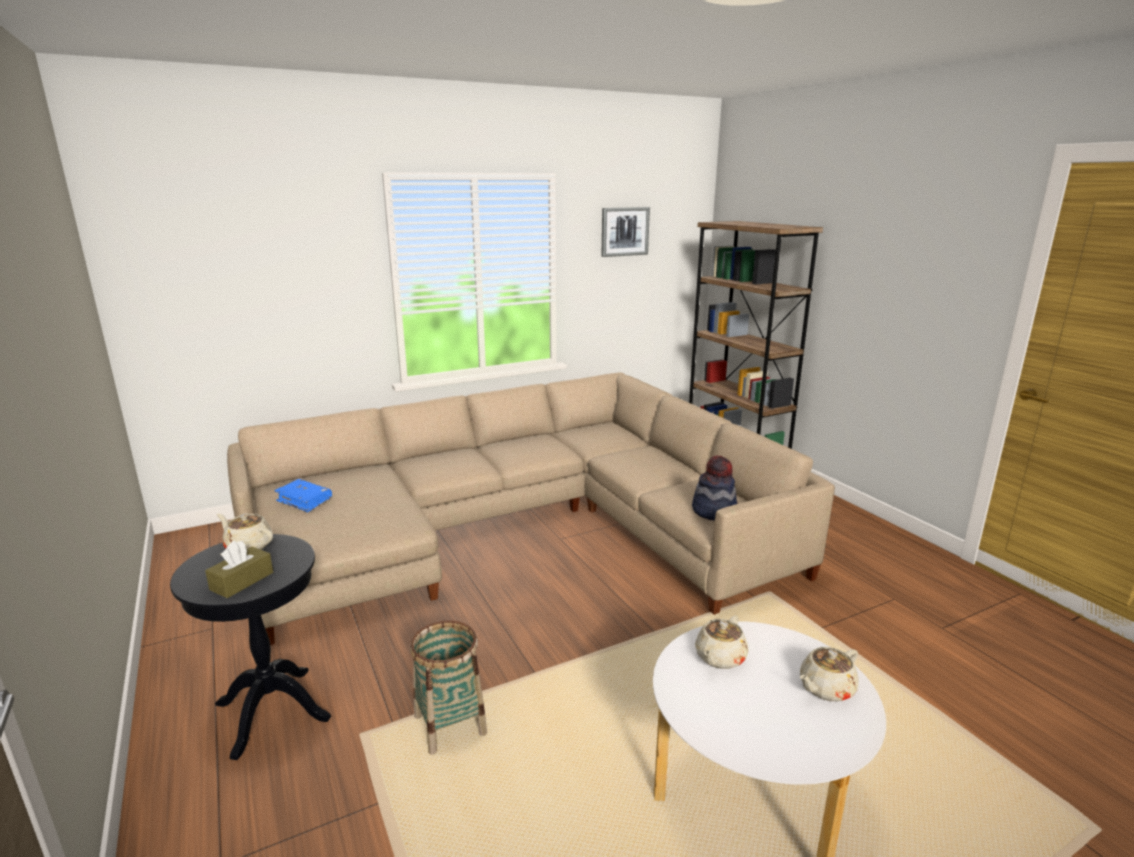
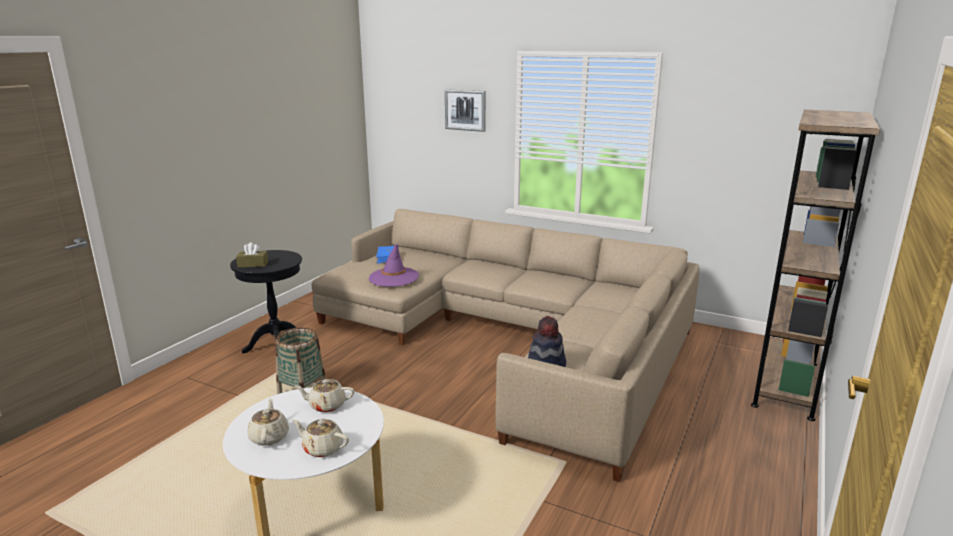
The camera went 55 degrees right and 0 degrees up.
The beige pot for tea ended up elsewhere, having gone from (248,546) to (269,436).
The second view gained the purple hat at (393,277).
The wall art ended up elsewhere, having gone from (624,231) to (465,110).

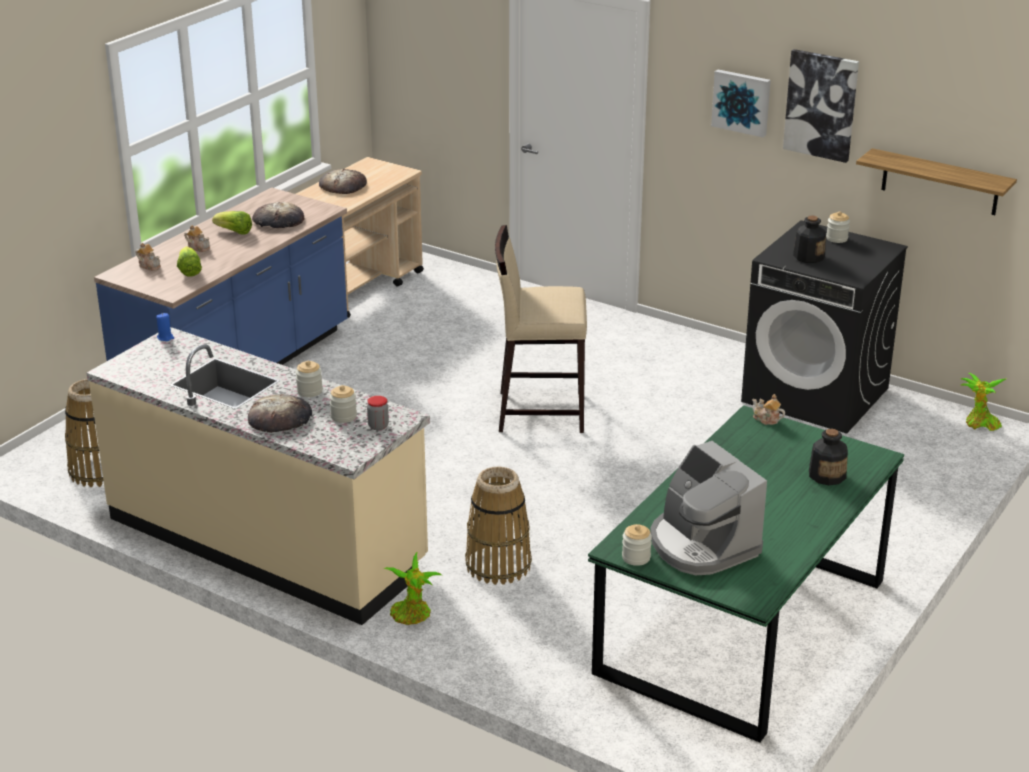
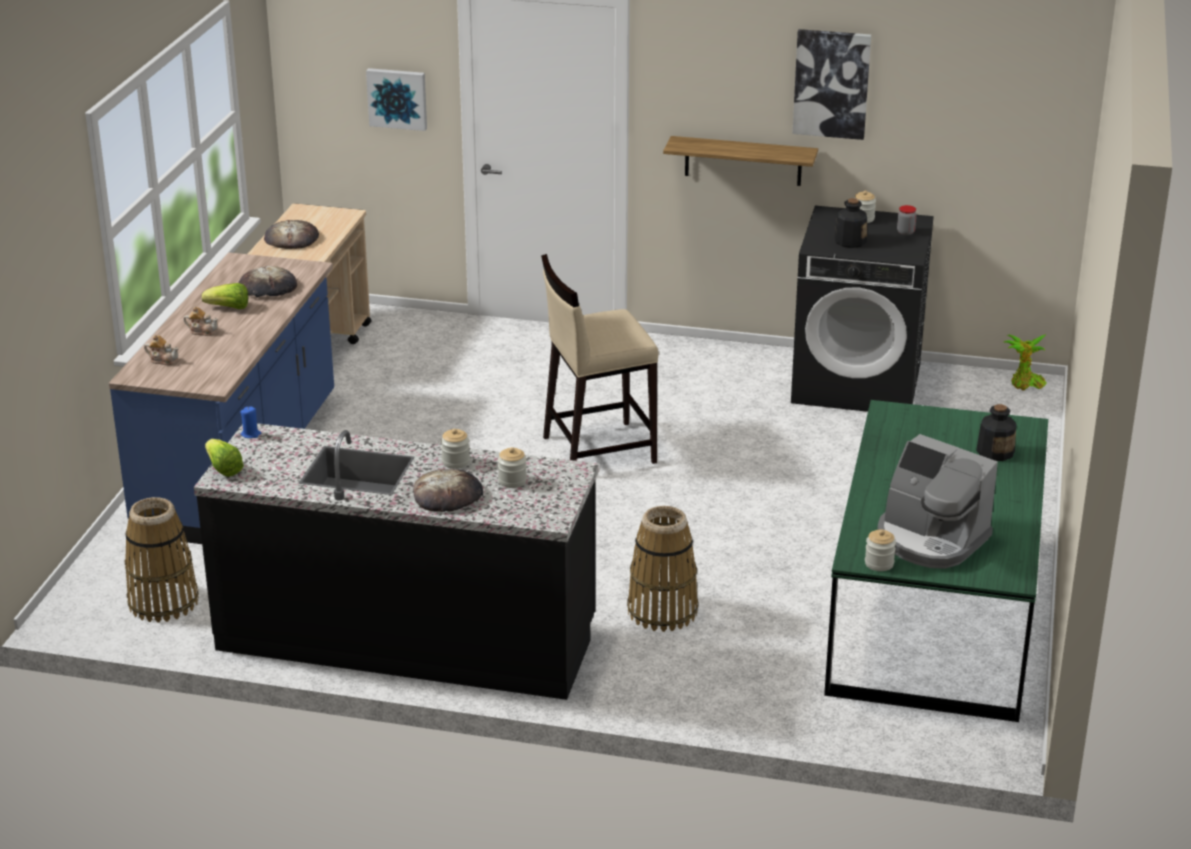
The camera went 20 degrees left and 0 degrees up.
What was the beige counter at (267,541) turned into the black-coloured counter at (407,638).
The lettuce ended up elsewhere, having gone from (189,271) to (223,469).
The wall art ended up elsewhere, having gone from (742,102) to (397,98).
The shelf ended up elsewhere, having gone from (940,182) to (743,161).
The jar ended up elsewhere, having gone from (378,426) to (905,232).
The second view lost the plant in a pot at (412,616).
The second view lost the pot for tea at (766,419).

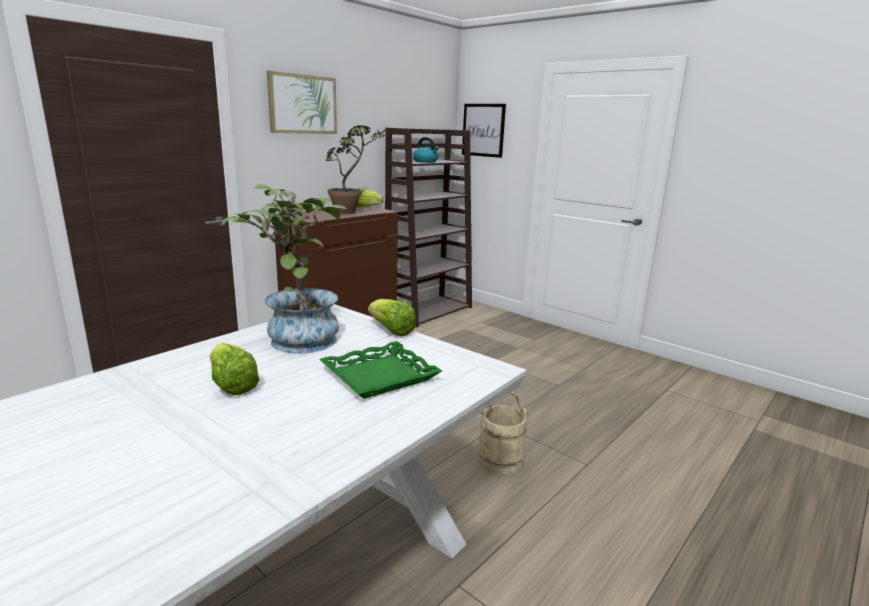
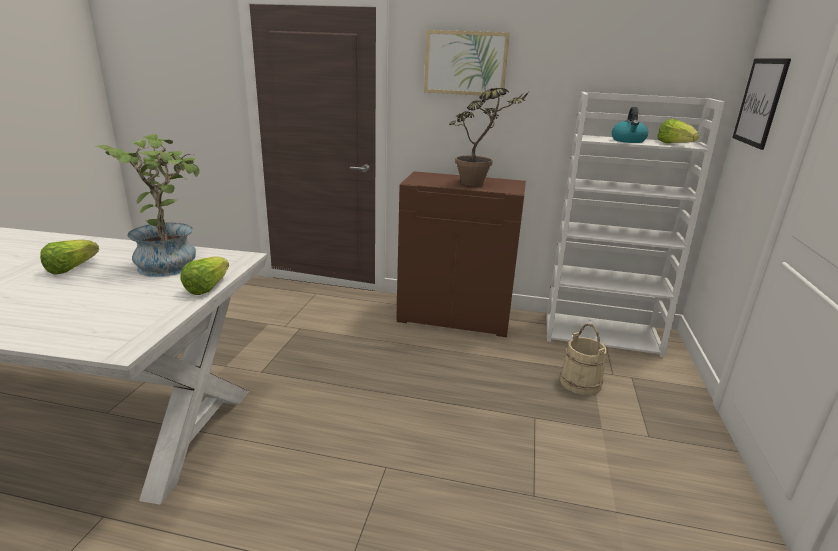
The camera went 60 degrees right and 5 degrees up.
What was the brownish bookcase at (429,311) turned into the whitish bookcase at (602,334).
The beige pail ended up elsewhere, having gone from (500,459) to (580,383).
The lettuce ended up elsewhere, having gone from (365,207) to (674,144).
The second view lost the greenish serving tray at (379,375).

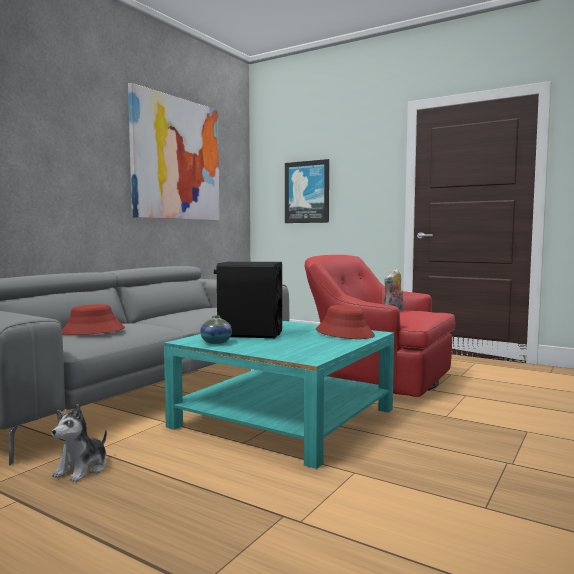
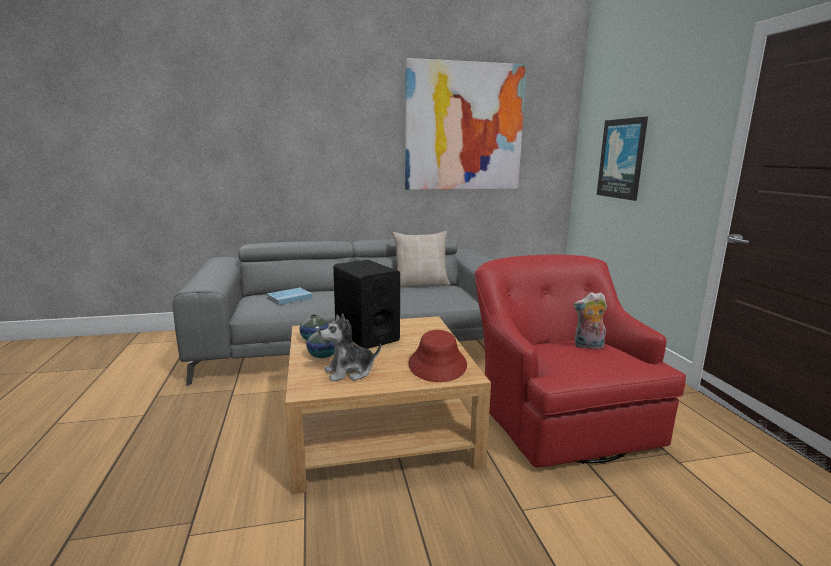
The camera went 45 degrees right and 10 degrees up.
Where the red-coloured hat stood at (92,331), the blue book came to stand at (289,298).
What was the blue-green low table at (284,418) turned into the beige low table at (379,426).
The second view gained the flower vase at (323,355).
The plush toy ended up elsewhere, having gone from (82,469) to (349,372).
The second view gained the beige throw pillow at (421,284).

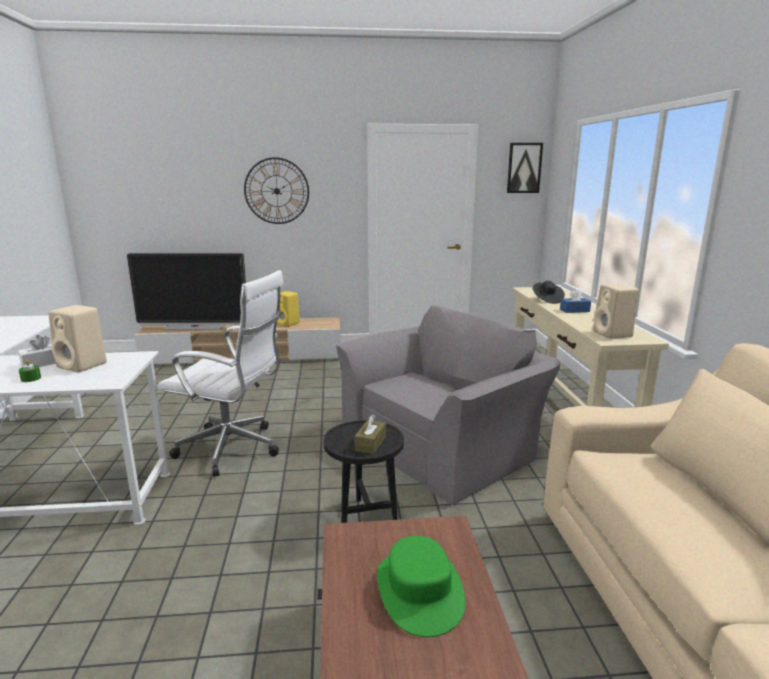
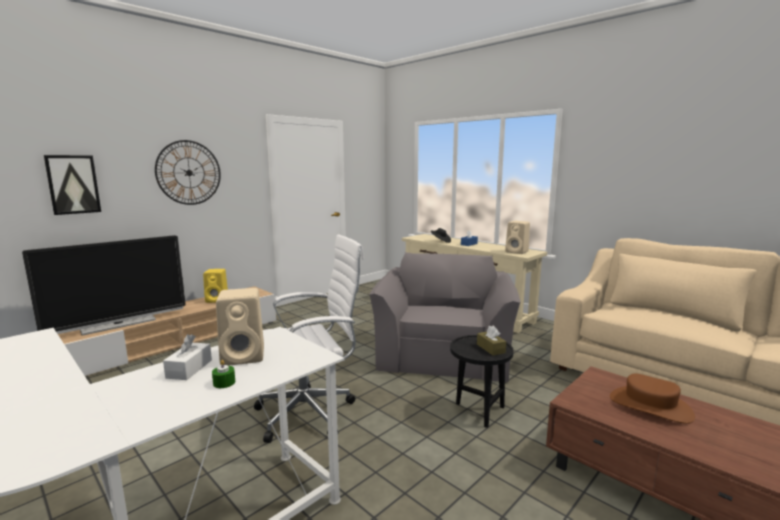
The camera went 40 degrees left and 5 degrees down.
The wall art ended up elsewhere, having gone from (524,168) to (73,184).
What was the greenish hat at (419,591) turned into the brownish hat at (650,406).

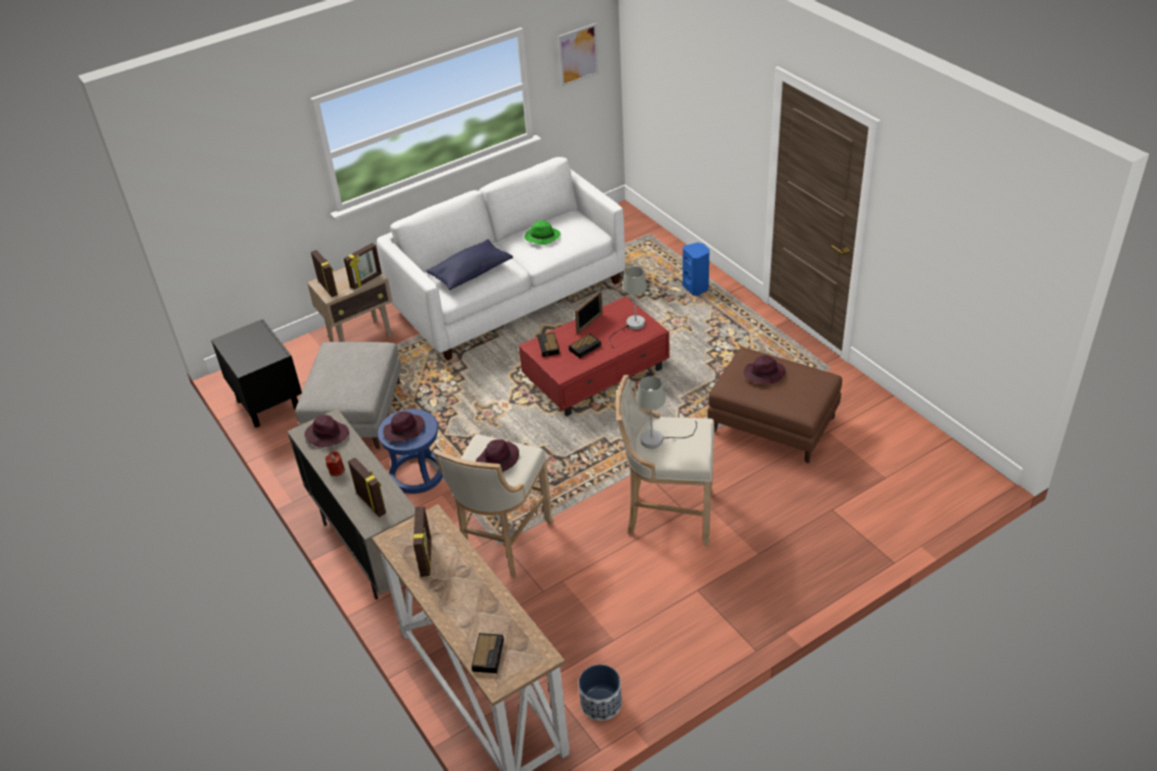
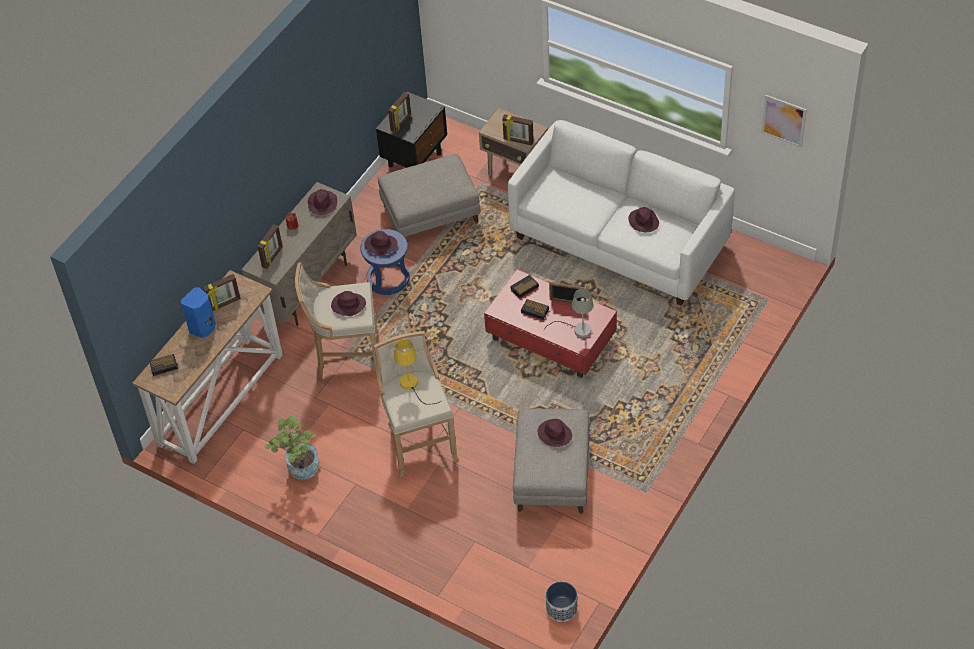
The camera went 65 degrees right and 10 degrees up.
The blue speaker ended up elsewhere, having gone from (696,288) to (203,328).
The second view gained the plant in a pot at (299,470).
The standing frame ended up elsewhere, having gone from (328,288) to (401,123).
What was the greyish table lamp at (658,439) turned into the yellow table lamp at (412,386).
What was the brownish pouffe at (771,424) turned into the greyish pouffe at (552,473).
The plant pot ended up elsewhere, having gone from (601,703) to (562,609).
What was the greenish hat at (541,237) turned into the purple hat at (643,221).
The second view lost the blue throw pillow at (470,273).

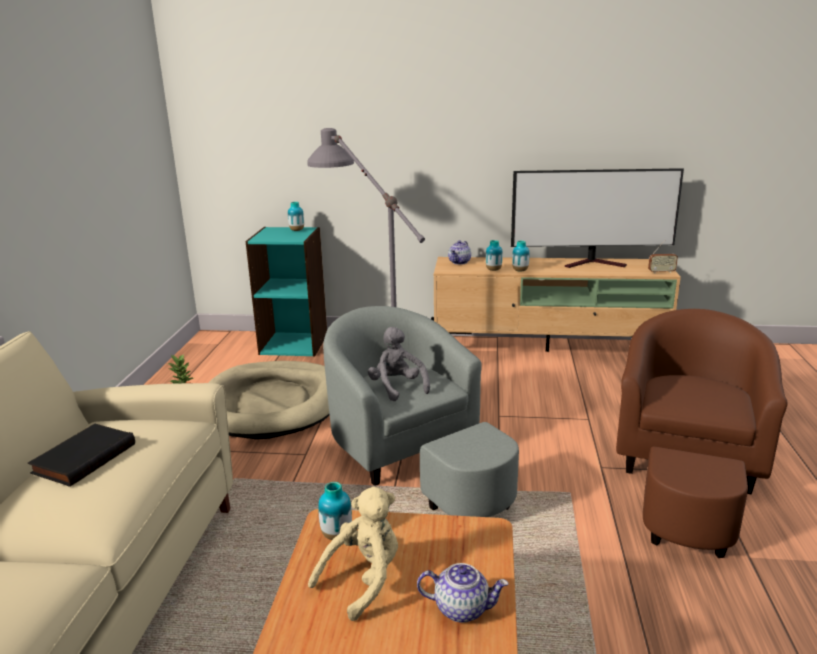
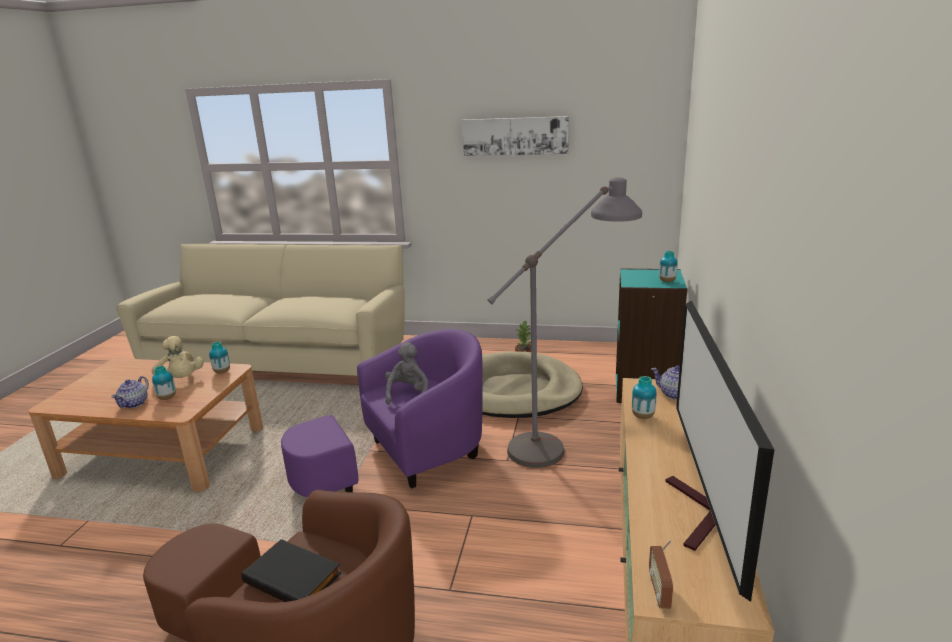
The camera went 95 degrees right and 0 degrees up.
The flower vase ended up elsewhere, having gone from (520,270) to (167,398).
The black-coloured book ended up elsewhere, having gone from (83,458) to (294,577).
What was the greyish armchair at (413,460) turned into the purple armchair at (404,459).
The greyish plush toy at (397,387) ended up facing another way, 60 degrees counterclockwise from before.
The second view gained the wall art at (515,136).

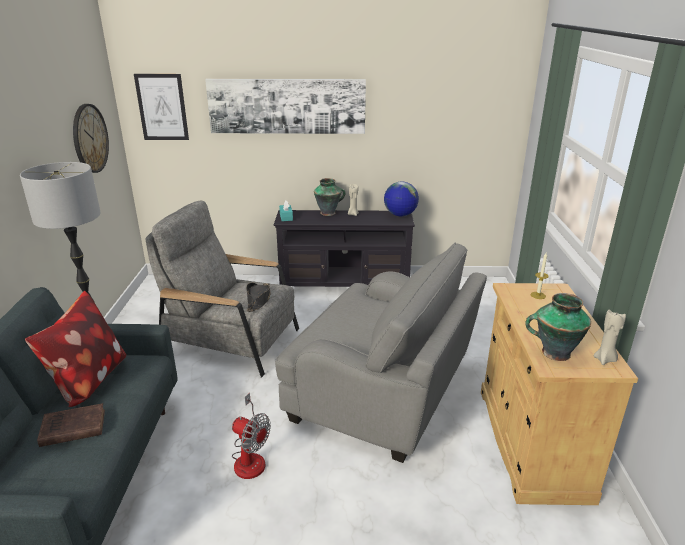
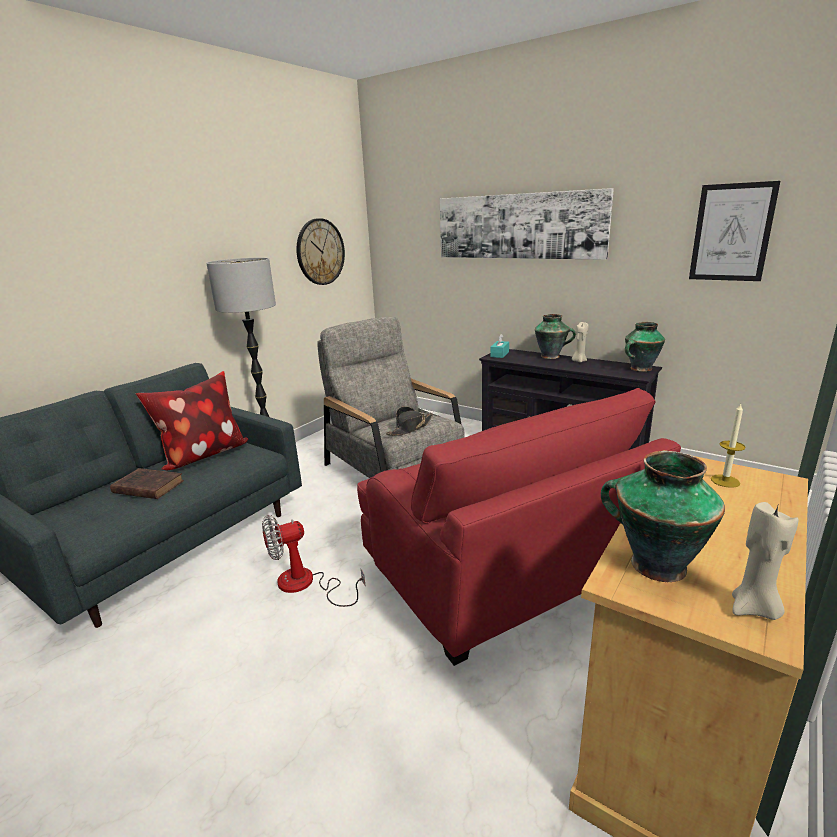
The camera went 35 degrees right and 5 degrees down.
The electric fan at (250,457) ended up facing another way, 90 degrees clockwise from before.
What was the greyish armchair at (383,394) turned into the red-coloured armchair at (502,575).
Where the desk globe stood at (400,215), the flower vase came to stand at (640,369).
The wall art ended up elsewhere, having gone from (162,107) to (731,233).

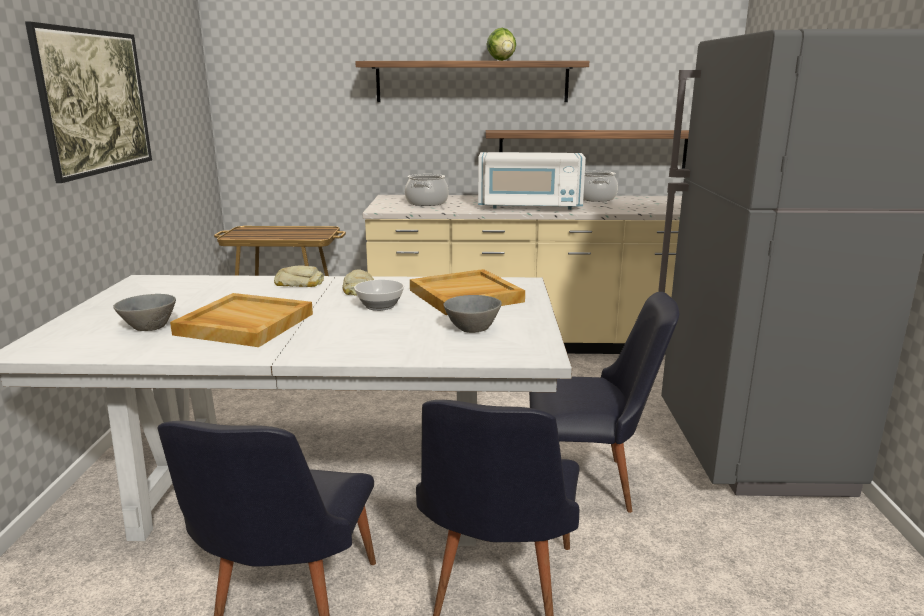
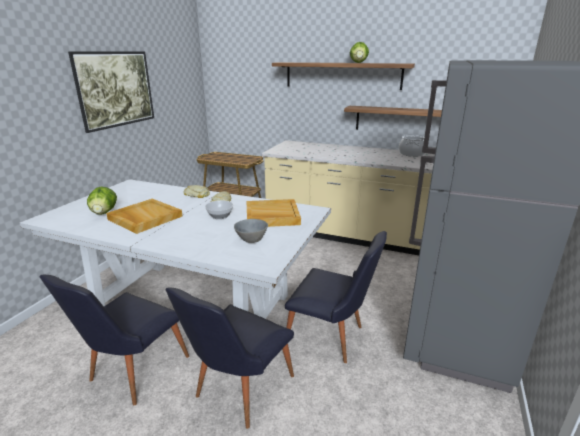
The camera went 20 degrees right and 5 degrees up.
Where the greyish deep dish stood at (150,326), the lettuce came to stand at (104,212).
The second view lost the stockpot at (426,203).
The second view lost the whitish kitchen microwave at (529,206).

